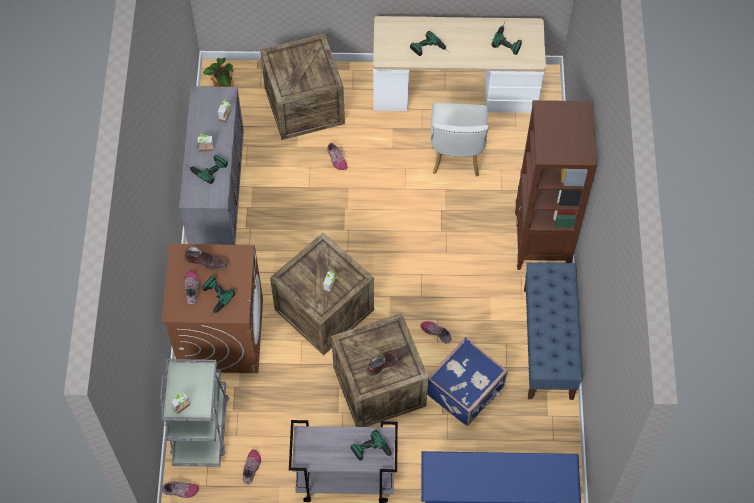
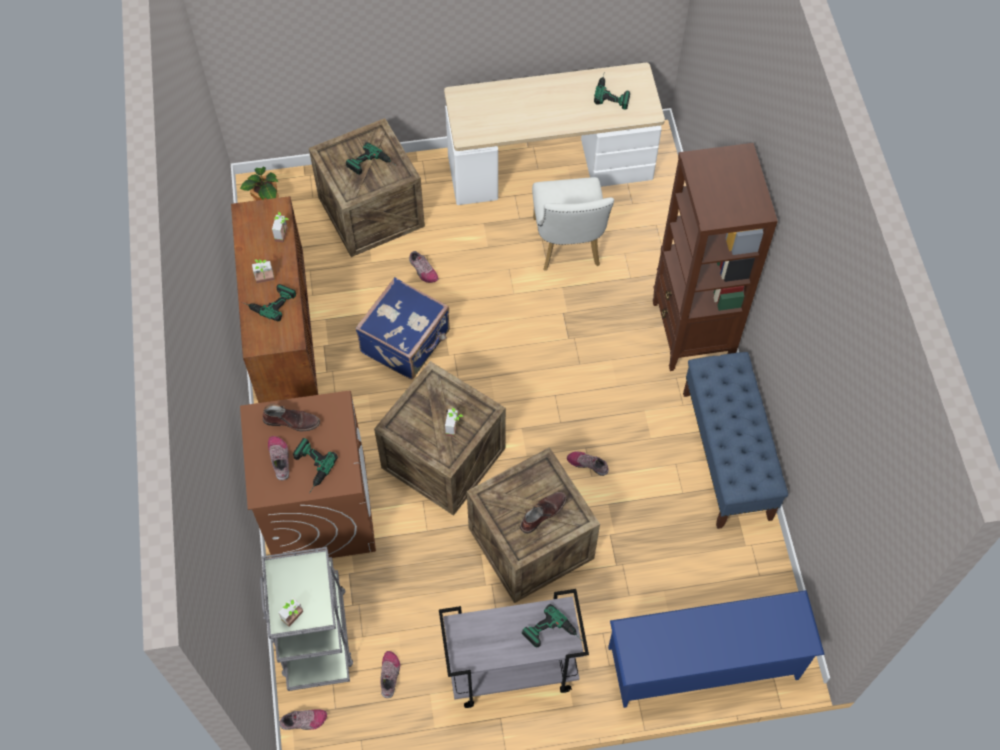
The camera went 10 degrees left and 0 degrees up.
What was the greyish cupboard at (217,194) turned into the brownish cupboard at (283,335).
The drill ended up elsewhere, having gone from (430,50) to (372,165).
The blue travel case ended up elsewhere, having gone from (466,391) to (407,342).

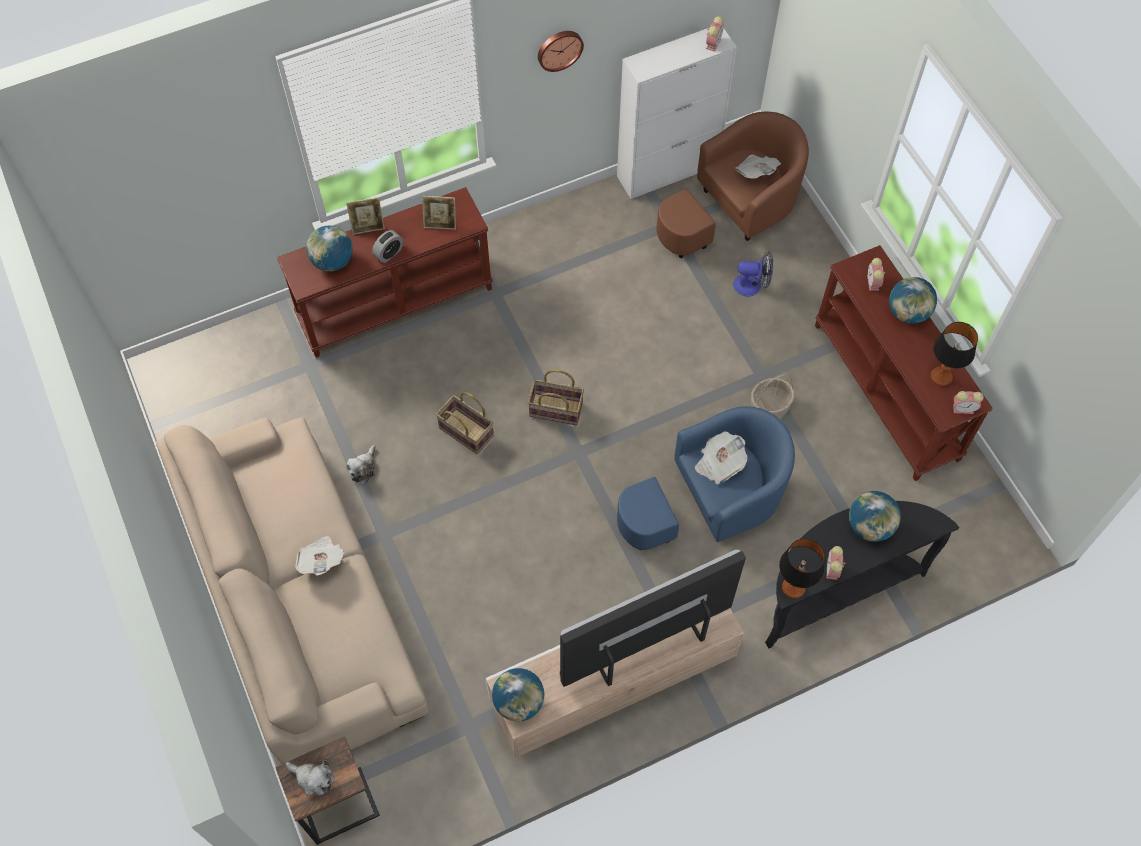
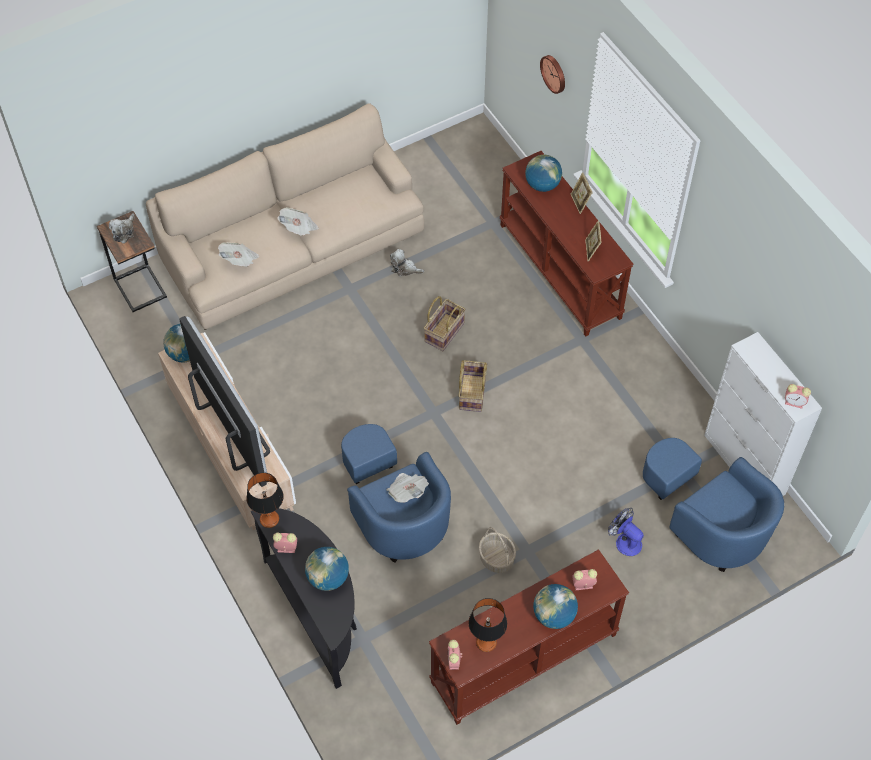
The camera went 85 degrees right and 5 degrees down.
The daily paper ended up elsewhere, having gone from (756,173) to (240,260).
The clock on the wall ended up elsewhere, having gone from (559,49) to (554,73).
The electric fan at (752,285) ended up facing another way, 135 degrees clockwise from before.
What was the brownish armchair at (733,211) turned into the blue armchair at (708,522).
The second view lost the bedside clock at (389,253).

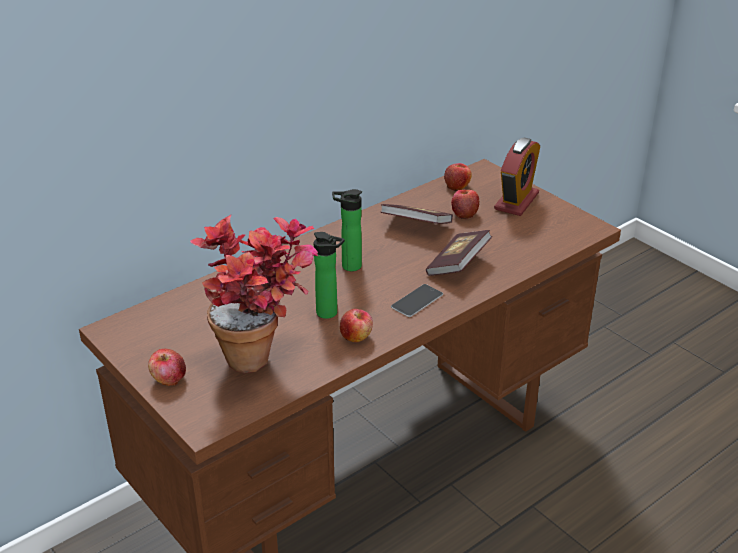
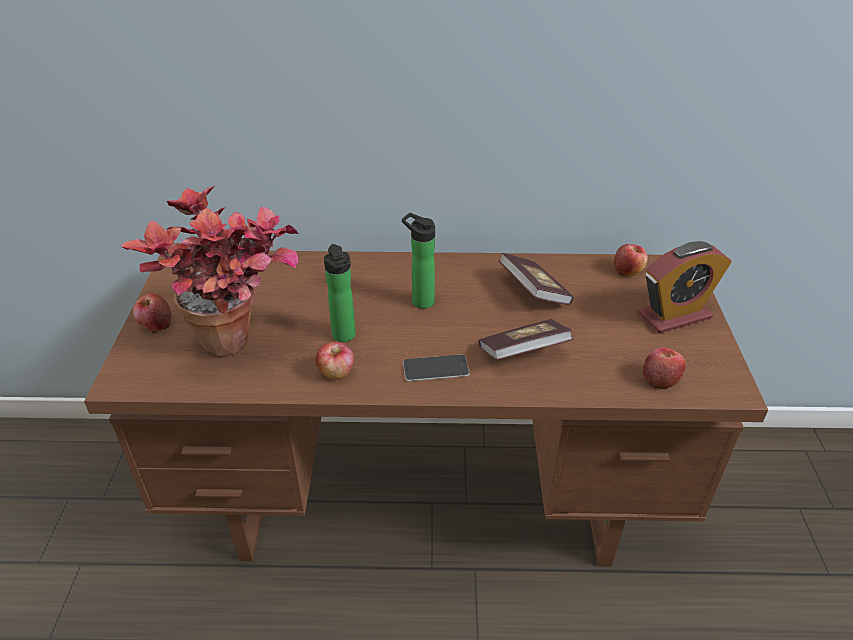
The camera went 40 degrees right and 5 degrees up.
The whole apple ended up elsewhere, having gone from (464,213) to (660,379).

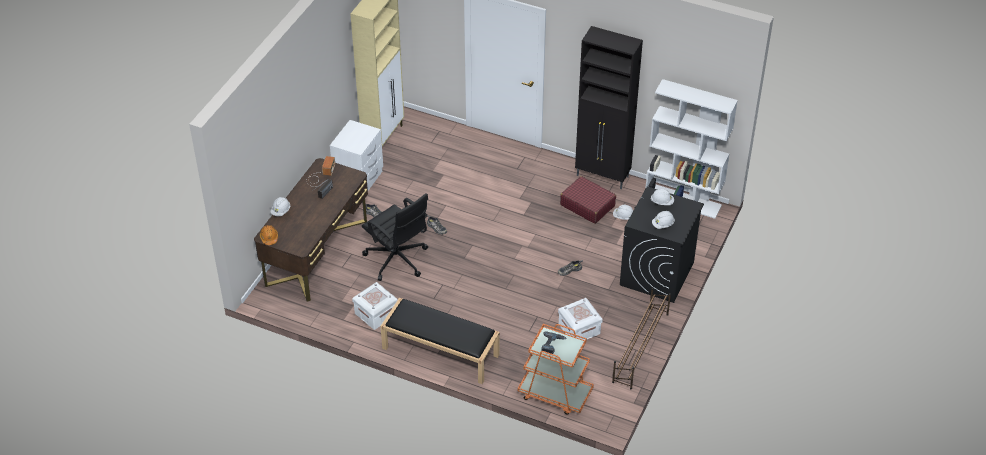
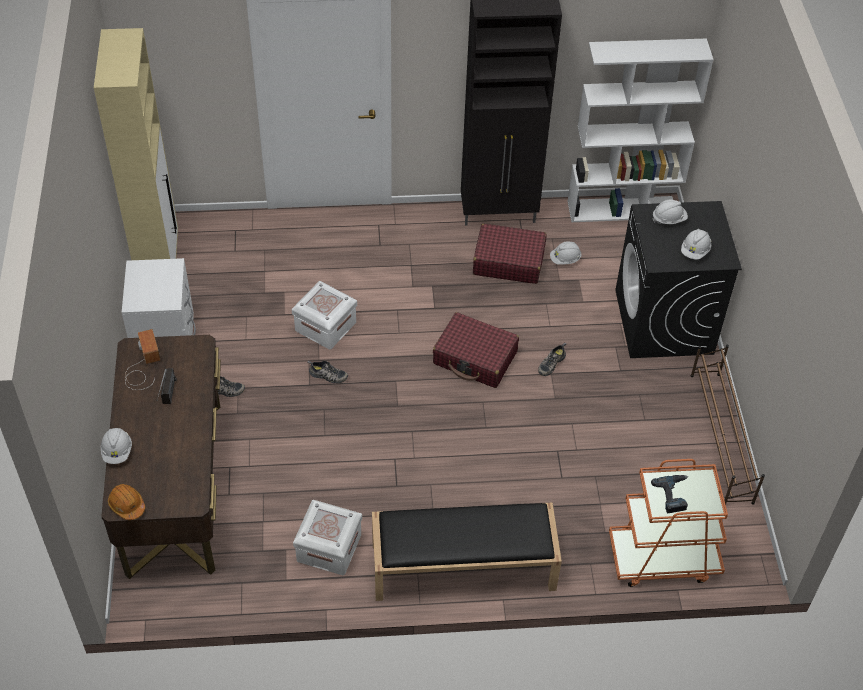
The camera went 30 degrees left and 5 degrees up.
The whitish storage bin ended up elsewhere, having gone from (579,329) to (325,326).
The second view gained the red-coloured travel case at (475,358).
The second view lost the black-coloured computer chair at (397,260).

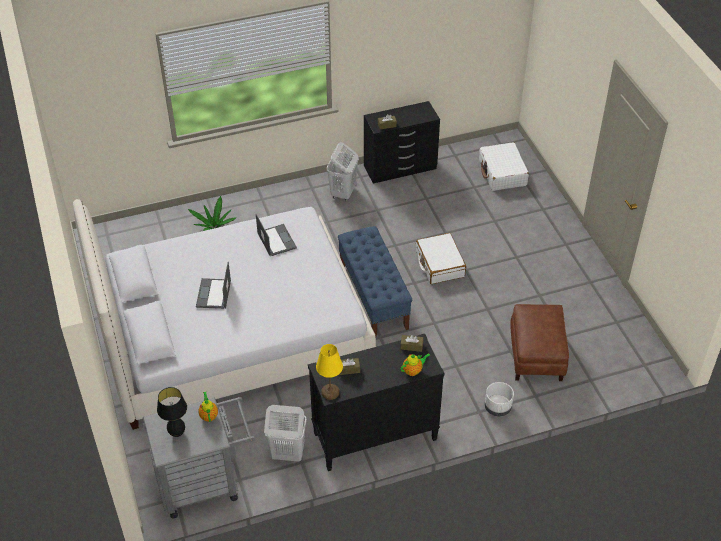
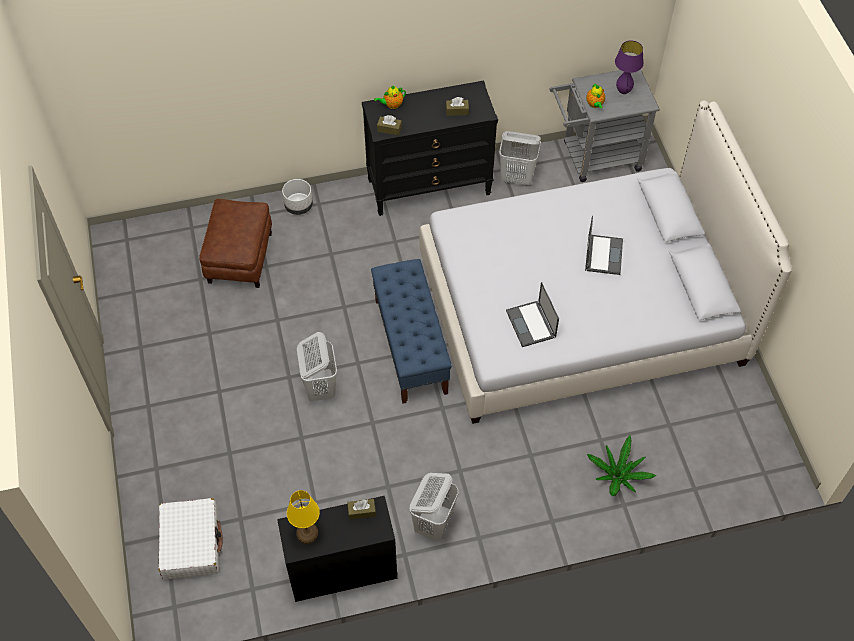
The camera went 175 degrees left and 10 degrees up.
The yellow table lamp ended up elsewhere, having gone from (330,392) to (307,533).
Where the whitish travel case stood at (439,264), the whitish washing basket came to stand at (320,387).
What was the black-coloured table lamp at (177,433) turned into the purple table lamp at (623,91).

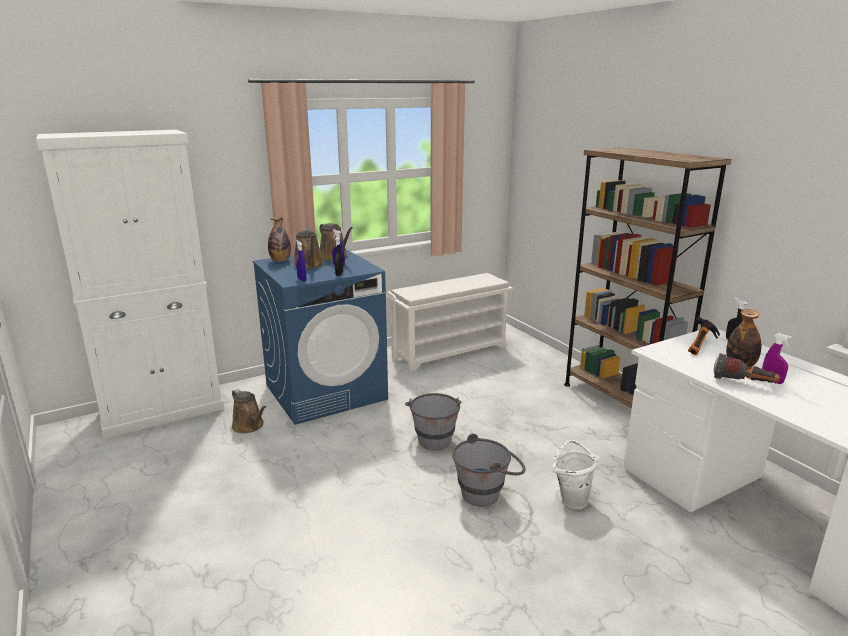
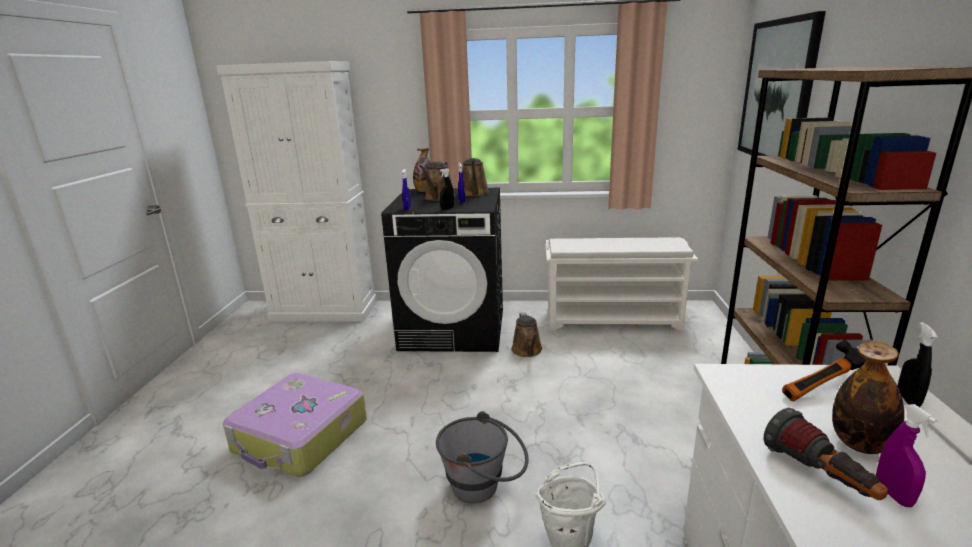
The camera went 35 degrees right and 0 degrees up.
The second view gained the travel case at (300,437).
What was the blue laundry machine at (326,392) turned into the black-coloured laundry machine at (454,329).
The brownish watering can ended up elsewhere, having gone from (249,426) to (527,351).
The second view gained the wall art at (777,91).
The second view lost the greyish pail at (433,437).

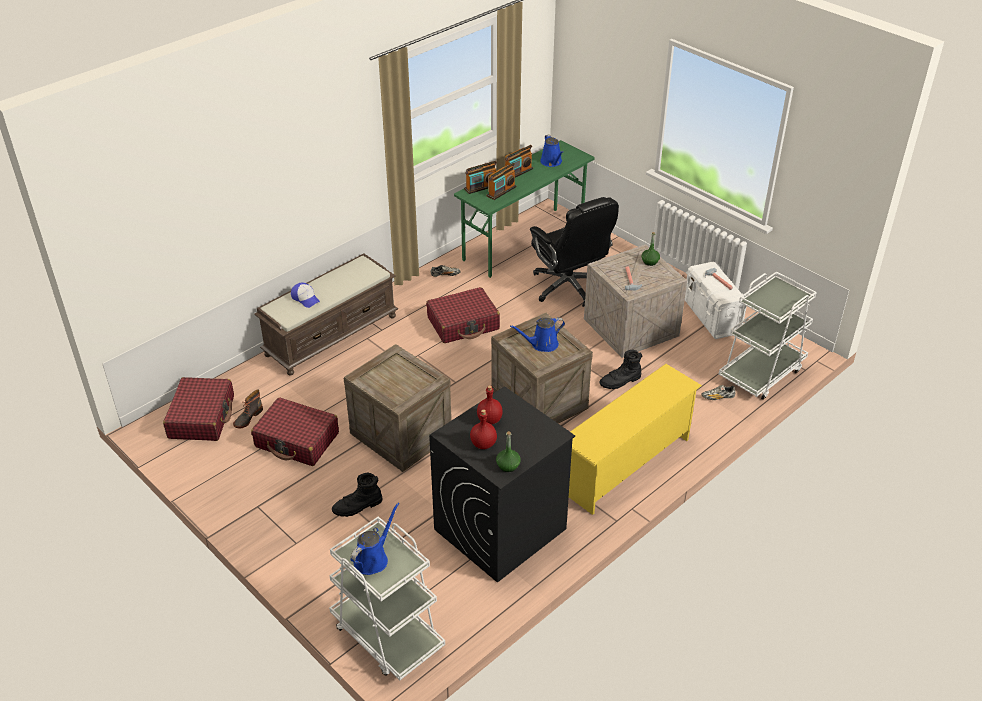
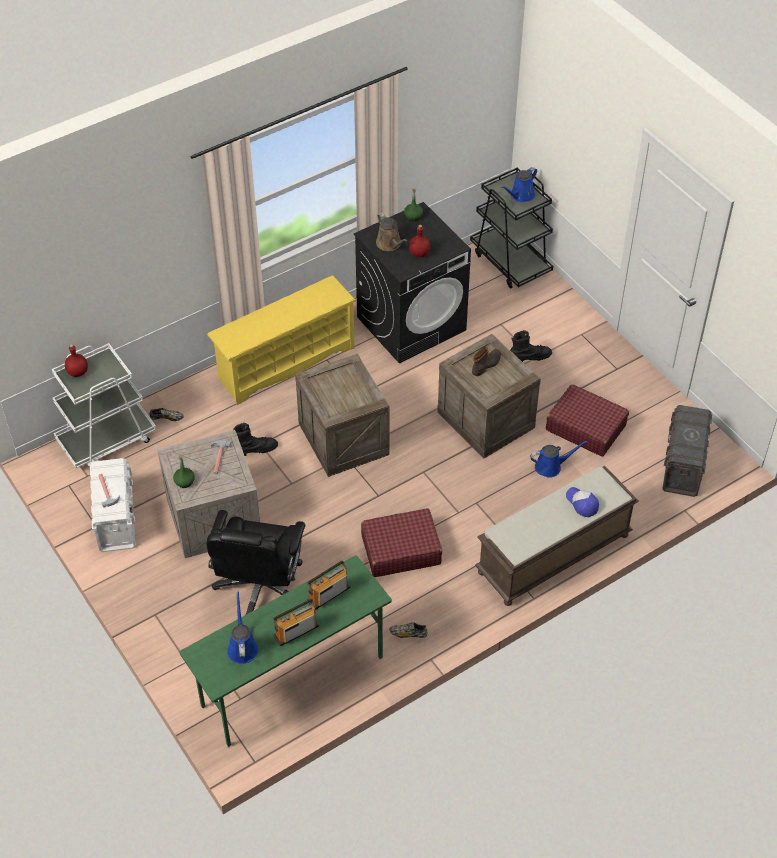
The camera went 170 degrees left and 10 degrees up.
The red-coloured beverage bottle ended up elsewhere, having gone from (484,444) to (77,372).
The black-coloured computer chair at (569,287) ended up facing another way, 150 degrees counterclockwise from before.
The second view gained the brownish watering can at (390,244).
What was the whitish cart at (387,635) turned into the black-coloured cart at (510,262).
The tall boot ended up elsewhere, having gone from (248,418) to (486,364).
The blue watering can ended up elsewhere, having gone from (542,344) to (551,467).
Where the red-coloured travel case stood at (202,417), the greyish storage bin came to stand at (683,465).
The second view lost the radio set at (481,187).

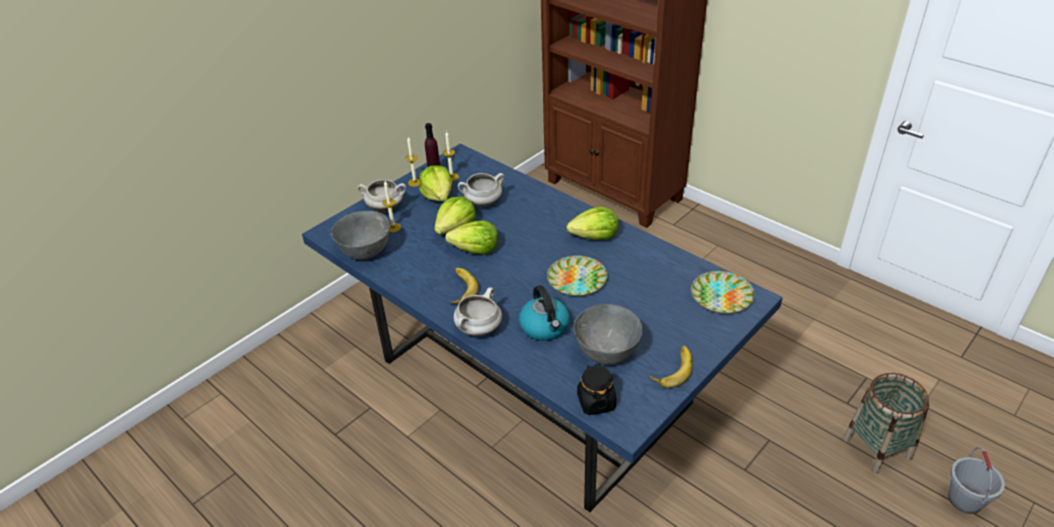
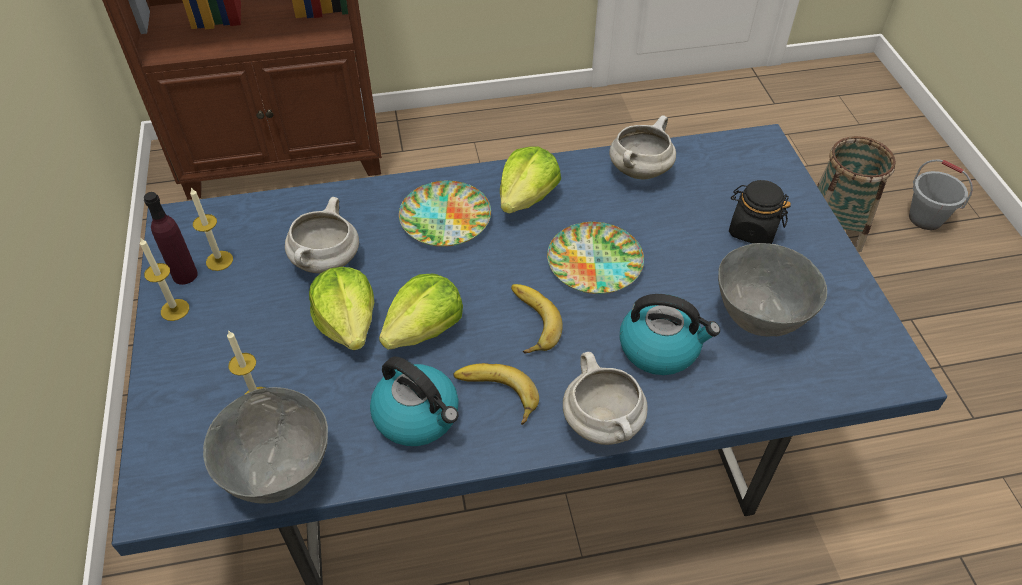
The camera went 55 degrees left and 10 degrees up.
The second view gained the tea kettle at (418,416).
The dinner plate ended up elsewhere, having gone from (721,296) to (444,219).
The whole banana ended up elsewhere, having gone from (671,369) to (528,322).
The whitish stockpot ended up elsewhere, having gone from (386,208) to (639,170).
The black-coloured jar ended up elsewhere, having gone from (596,402) to (752,230).
The second view lost the lettuce at (438,195).

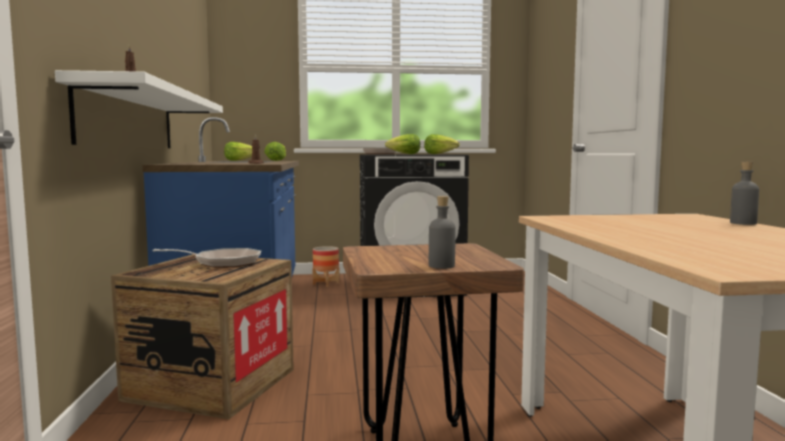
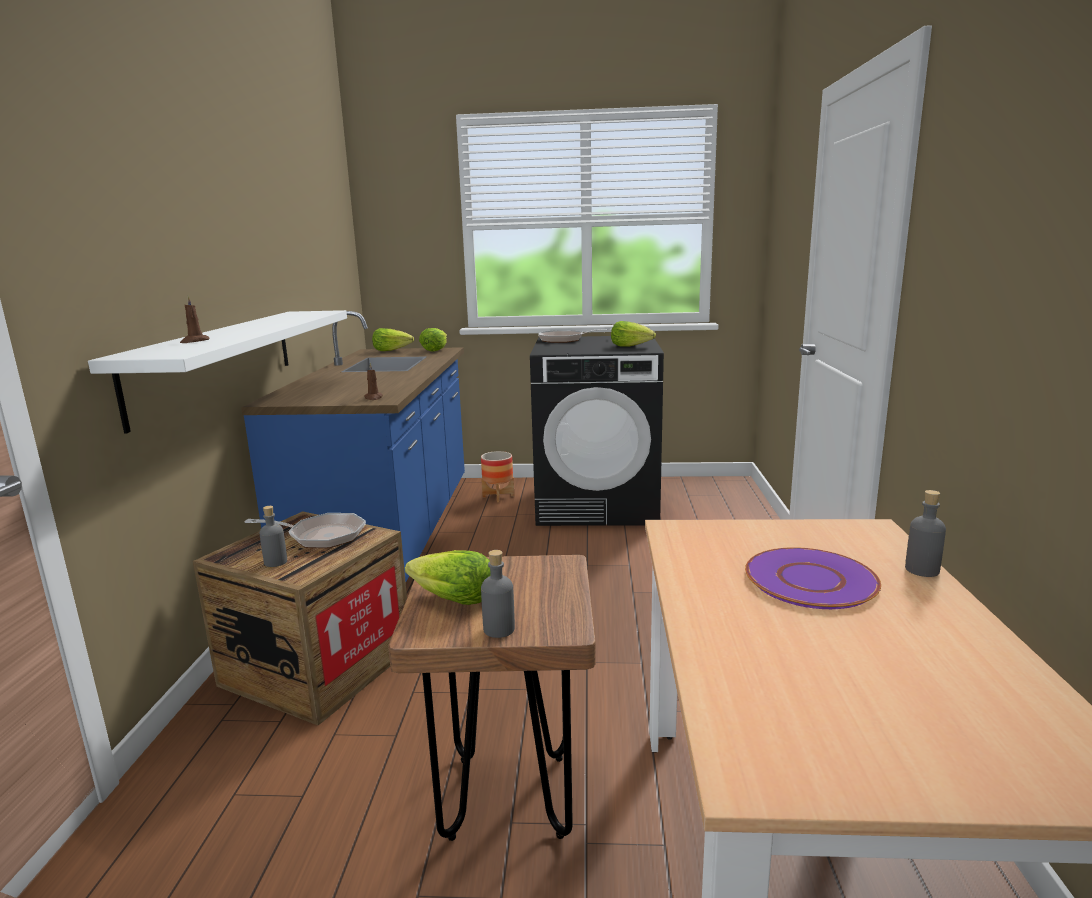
The camera went 10 degrees right and 10 degrees up.
The second view gained the greyish beverage bottle at (275,562).
The lettuce ended up elsewhere, having gone from (404,154) to (452,599).
The second view gained the purple dinner plate at (809,580).

